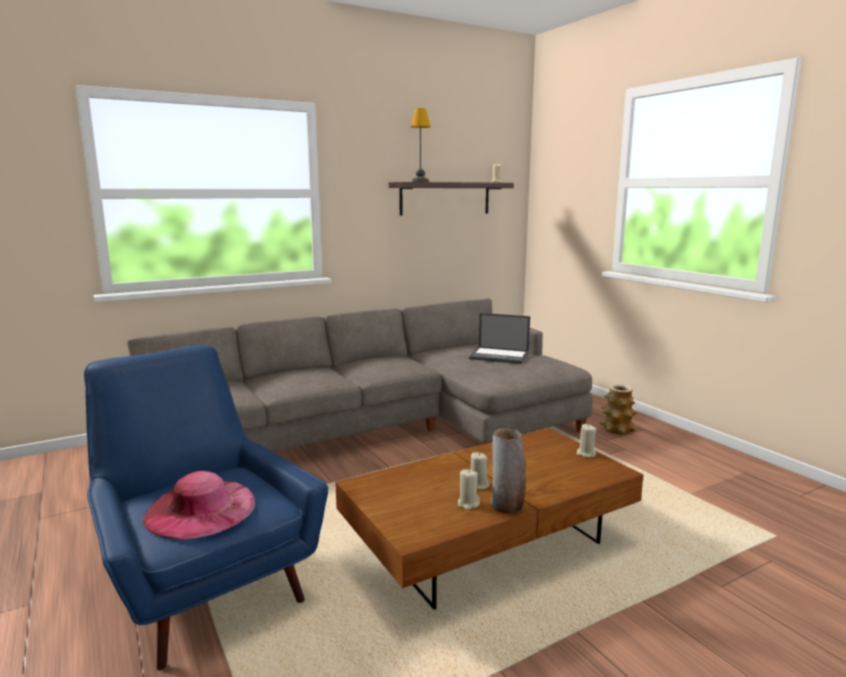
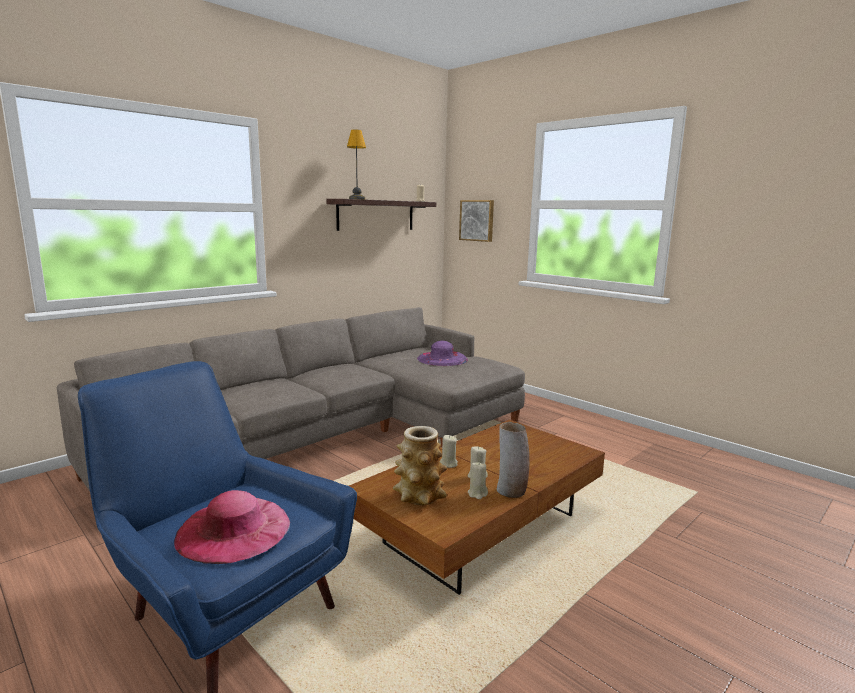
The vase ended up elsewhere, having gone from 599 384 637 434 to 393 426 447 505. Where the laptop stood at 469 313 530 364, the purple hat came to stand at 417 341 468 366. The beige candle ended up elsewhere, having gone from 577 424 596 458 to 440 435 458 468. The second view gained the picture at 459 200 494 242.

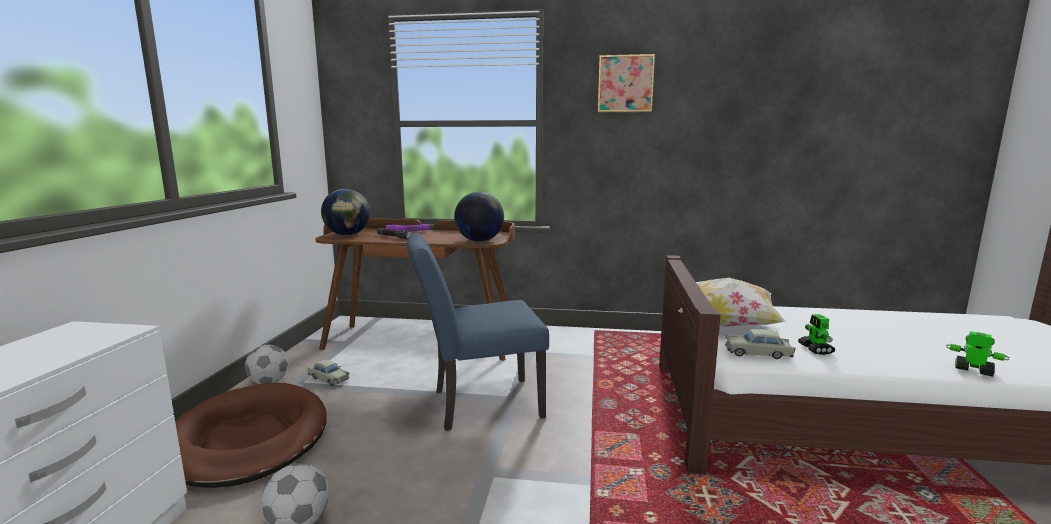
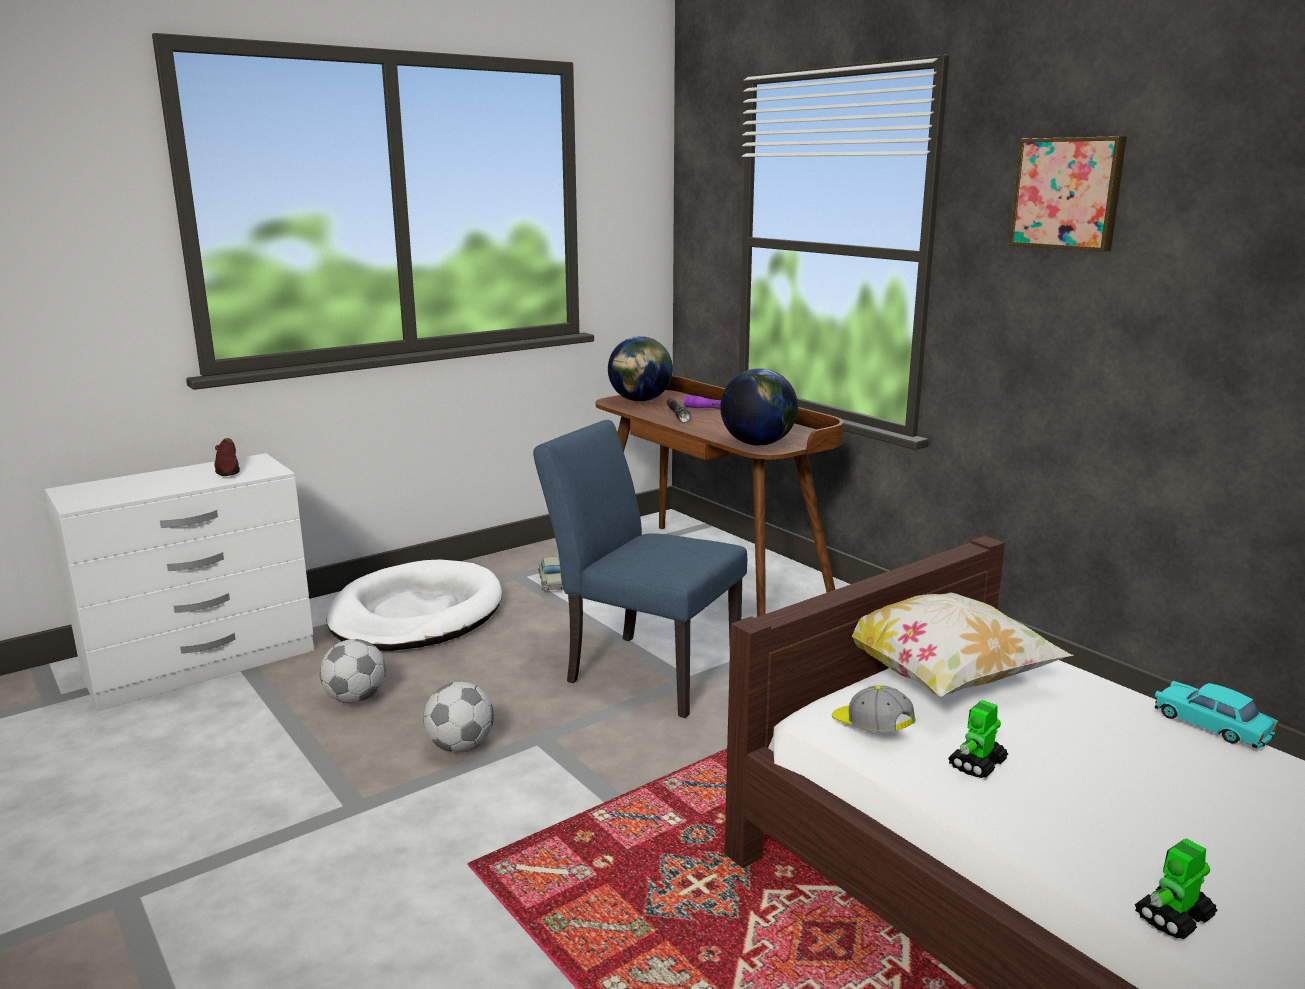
The second view gained the brown shoe at 215 438 240 476. What was the brown dog bed at 175 383 327 488 turned into the white dog bed at 326 559 502 651. The football ended up elsewhere, having gone from 245 345 289 384 to 423 682 494 753. Where the beige toy car stood at 725 329 796 359, the cap came to stand at 832 685 915 733. The toy robot at 946 331 1009 377 ended up facing another way, 120 degrees counterclockwise from before. The second view gained the turquoise toy car at 1155 681 1279 749.

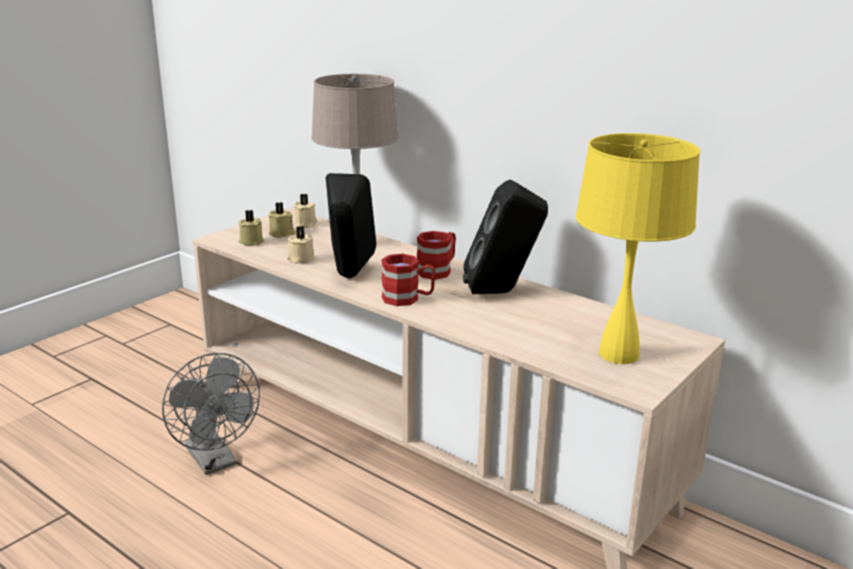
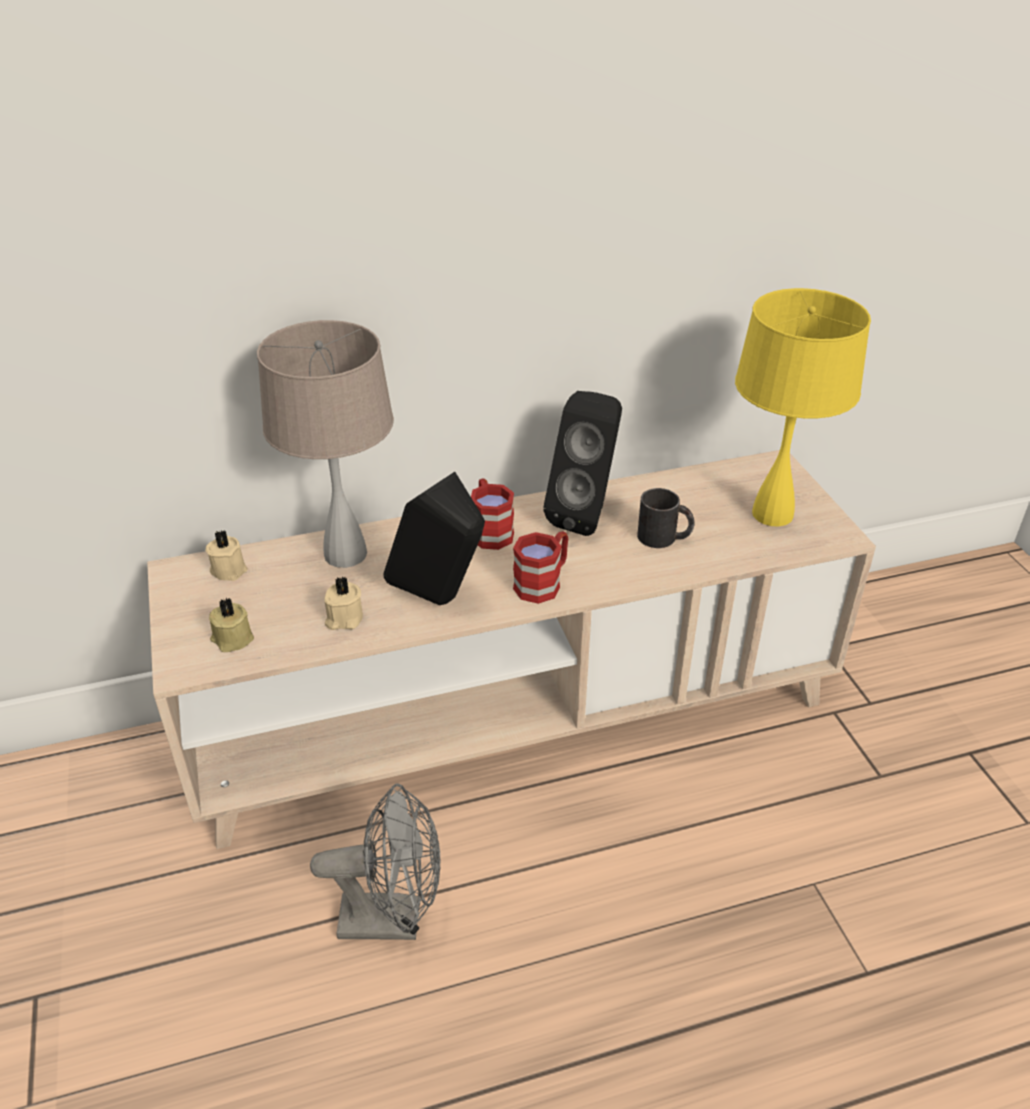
The second view gained the black mug at 637 488 695 548. The second view lost the beige candle at 269 202 295 238.

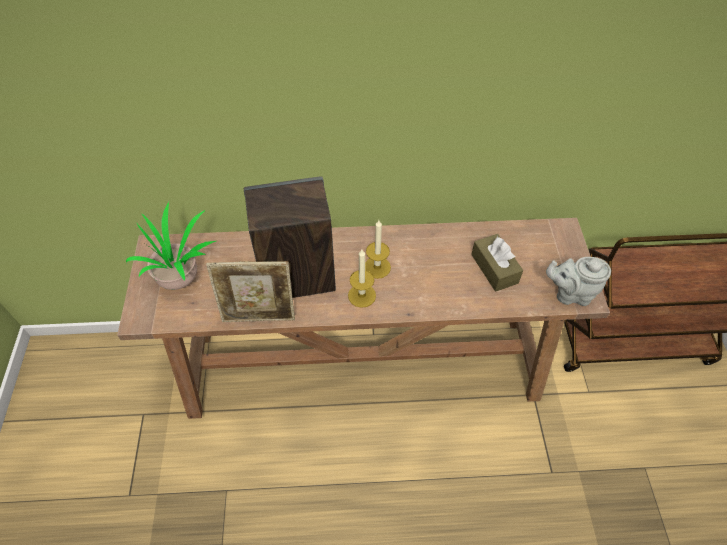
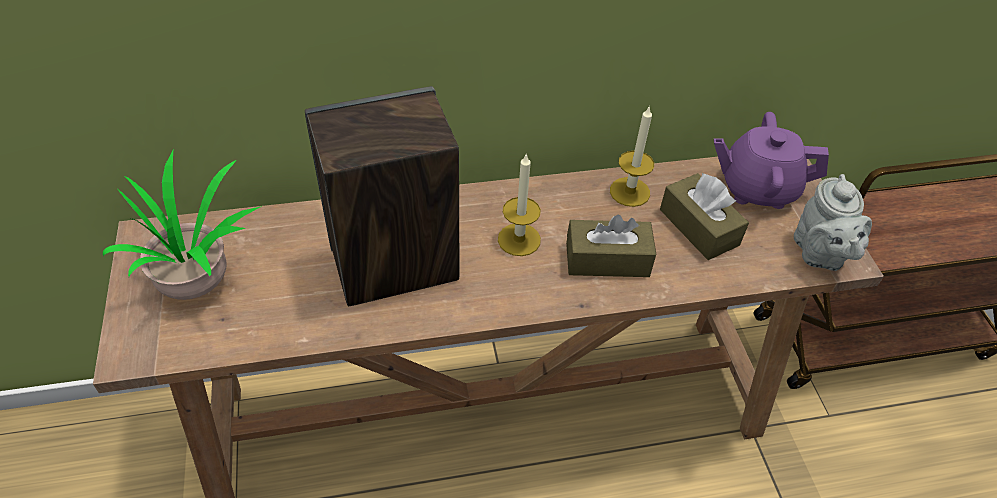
The second view gained the brown tissue box at 566 215 656 277. The candle ended up elsewhere, having gone from 348 250 376 308 to 610 105 654 207. The second view gained the purple teapot at 714 112 829 209. The grey teapot at 546 257 611 306 ended up facing another way, 90 degrees counterclockwise from before. The second view lost the picture frame at 206 261 295 322.

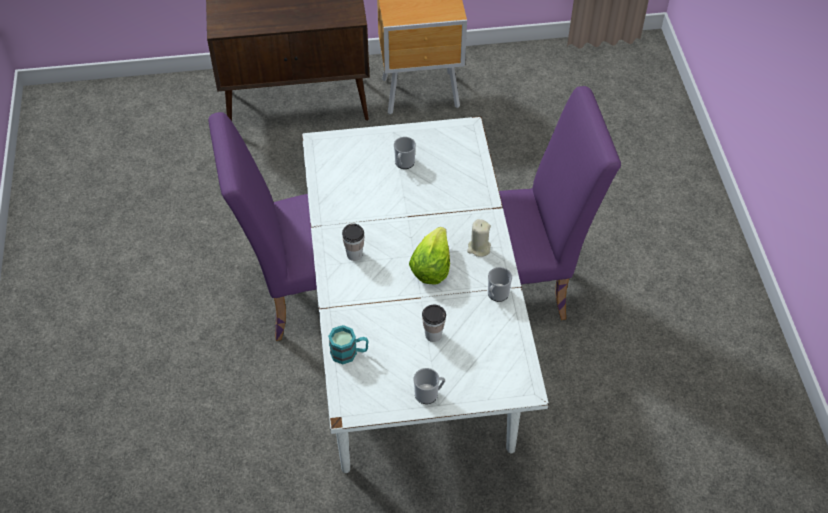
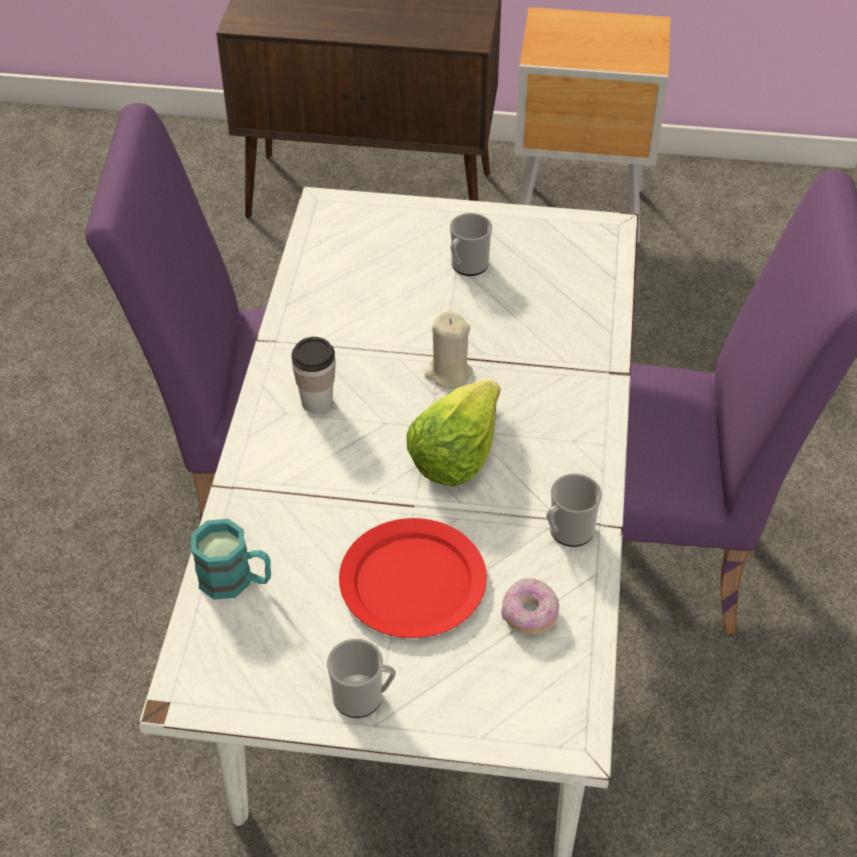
Where the cup stood at 422 304 446 342, the red plate came to stand at 339 518 487 638. The beige candle ended up elsewhere, having gone from 467 219 491 257 to 425 311 473 389. The second view gained the donut at 501 578 560 635.

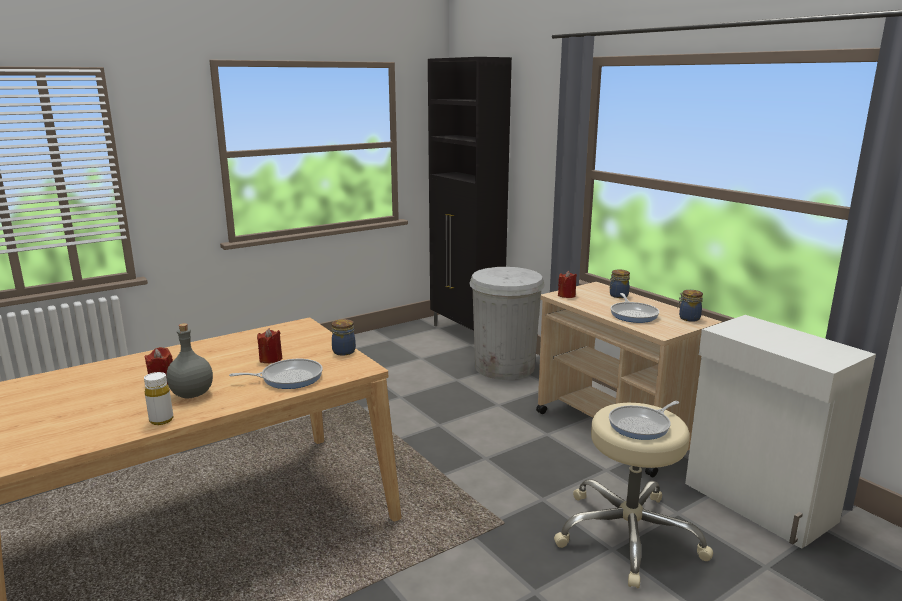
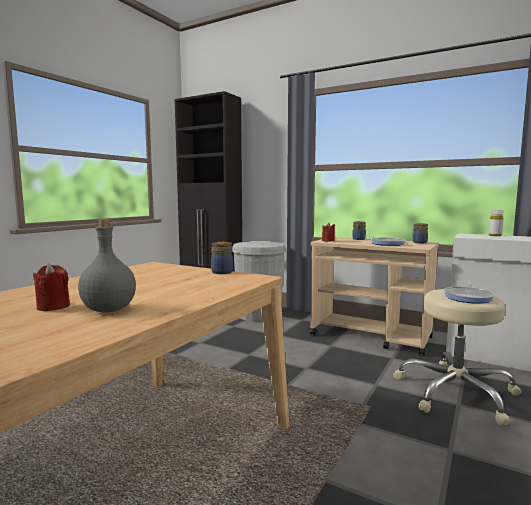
The white bottle ended up elsewhere, having gone from 144 372 173 425 to 489 210 504 236. The second view lost the frying pan at 229 359 323 389. The second view lost the red candle at 257 328 282 363.

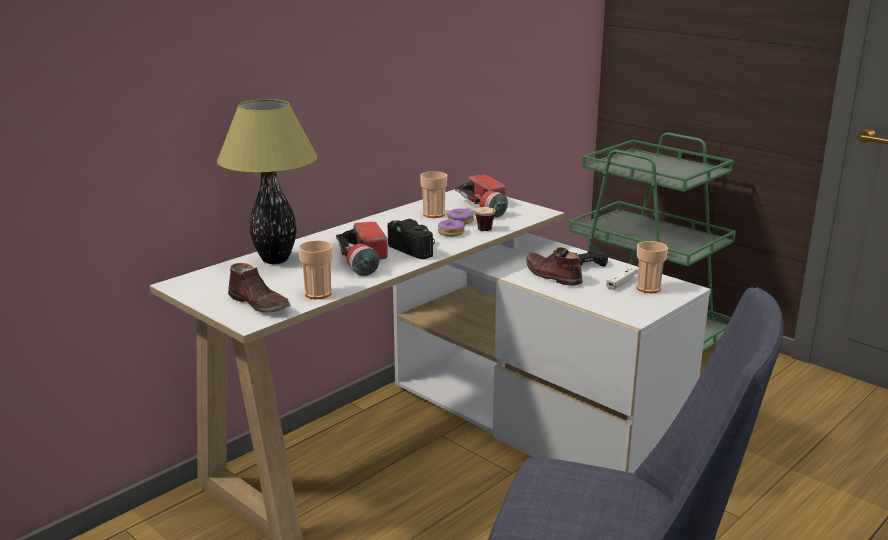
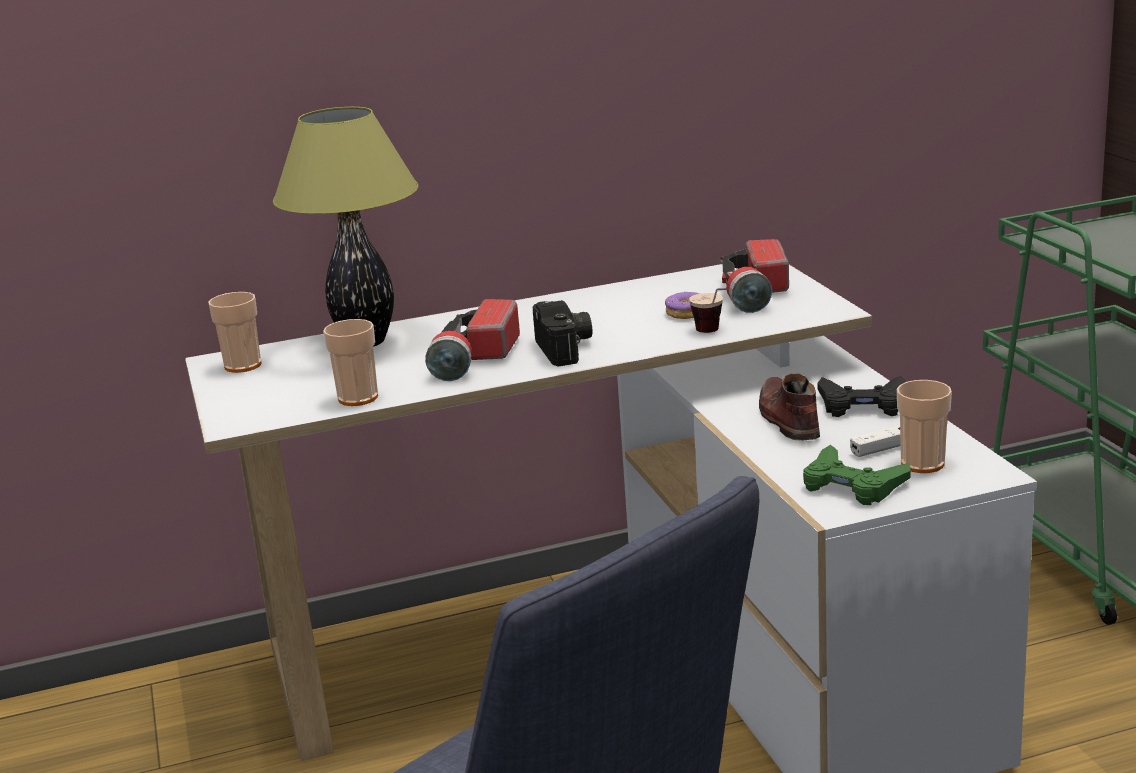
The cup ended up elsewhere, having gone from 420 171 447 218 to 208 292 262 373. The second view gained the green game controller at 803 445 911 505. The second view lost the brown shoe at 228 263 290 313. The second view lost the donut at 438 219 465 237.

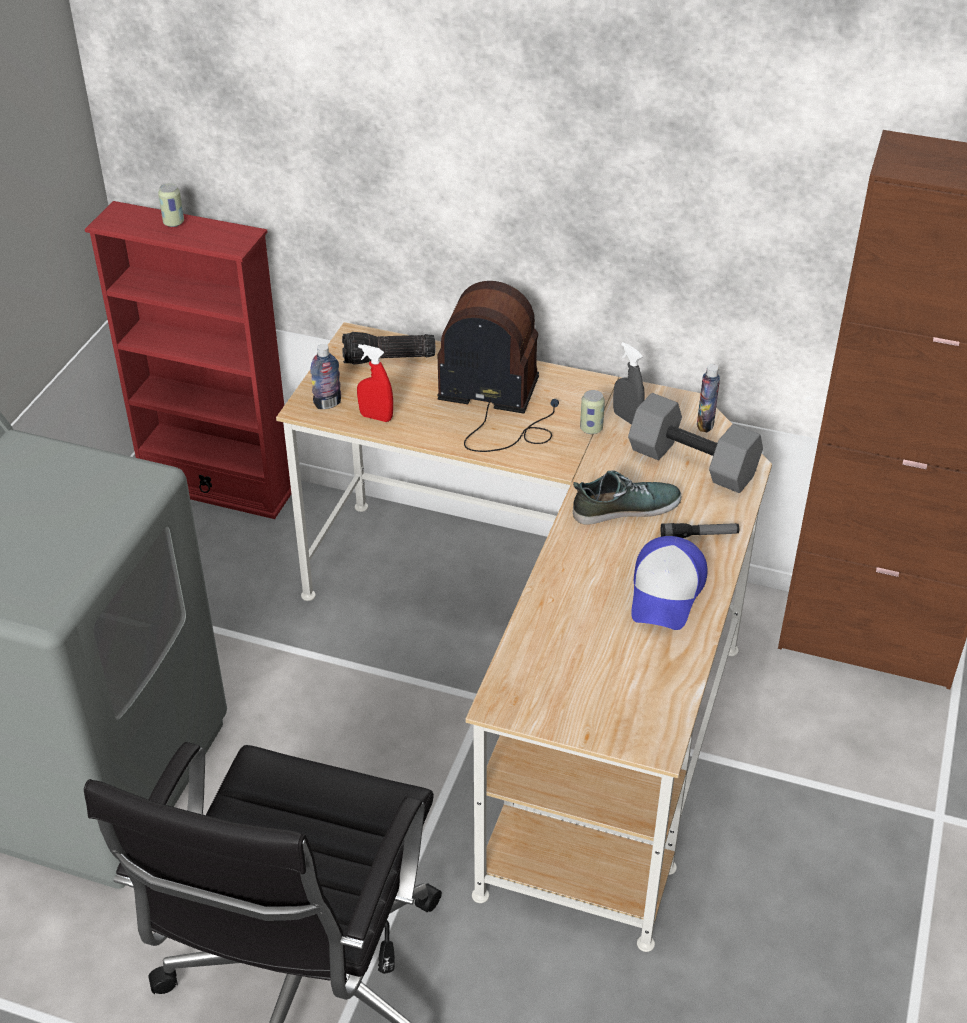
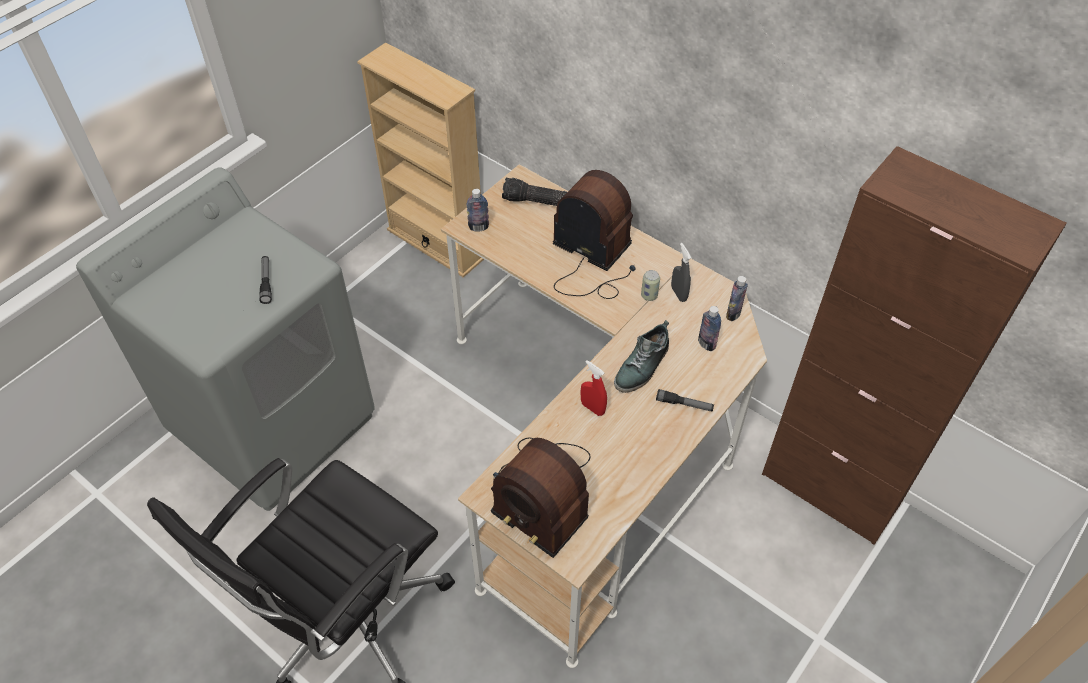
The second view gained the flashlight at 259 256 272 304. What was the red bookcase at 85 201 291 519 turned into the beige bookcase at 357 42 484 278. The second view gained the radio at 491 438 591 558. The red spray bottle ended up elsewhere, having gone from 357 344 393 422 to 580 360 607 416. The shoe at 573 470 682 524 ended up facing another way, 120 degrees clockwise from before. Where the grey dumbbell stood at 628 393 763 493, the bottle came to stand at 698 306 721 351. The second view lost the can at 158 183 184 227. The second view lost the cap at 631 536 708 630.

